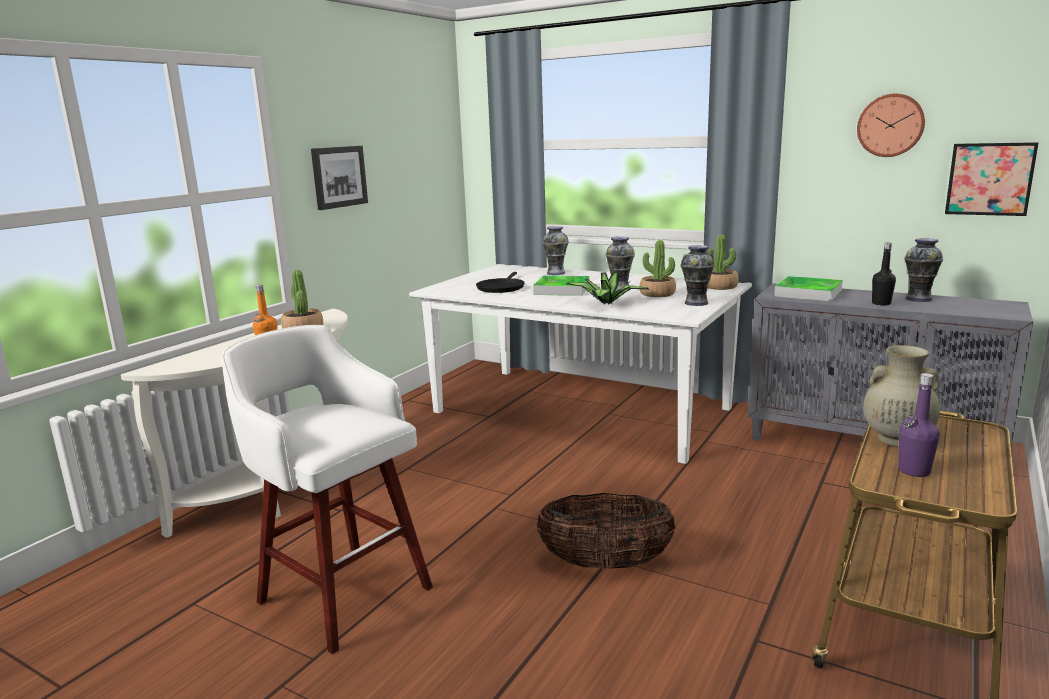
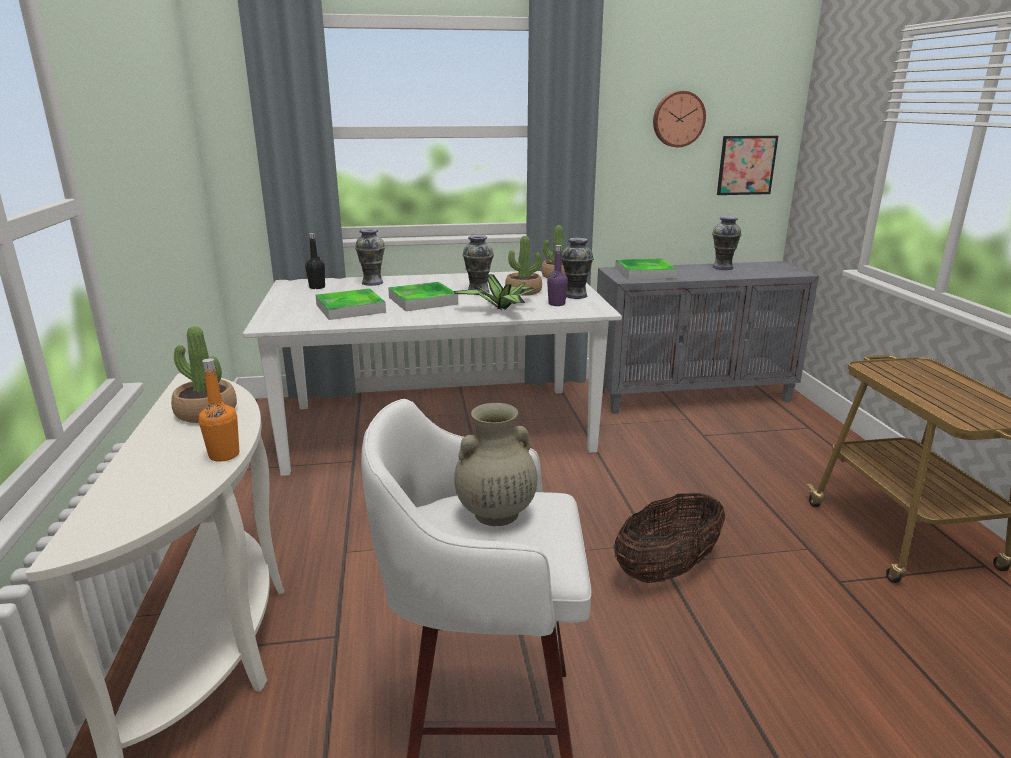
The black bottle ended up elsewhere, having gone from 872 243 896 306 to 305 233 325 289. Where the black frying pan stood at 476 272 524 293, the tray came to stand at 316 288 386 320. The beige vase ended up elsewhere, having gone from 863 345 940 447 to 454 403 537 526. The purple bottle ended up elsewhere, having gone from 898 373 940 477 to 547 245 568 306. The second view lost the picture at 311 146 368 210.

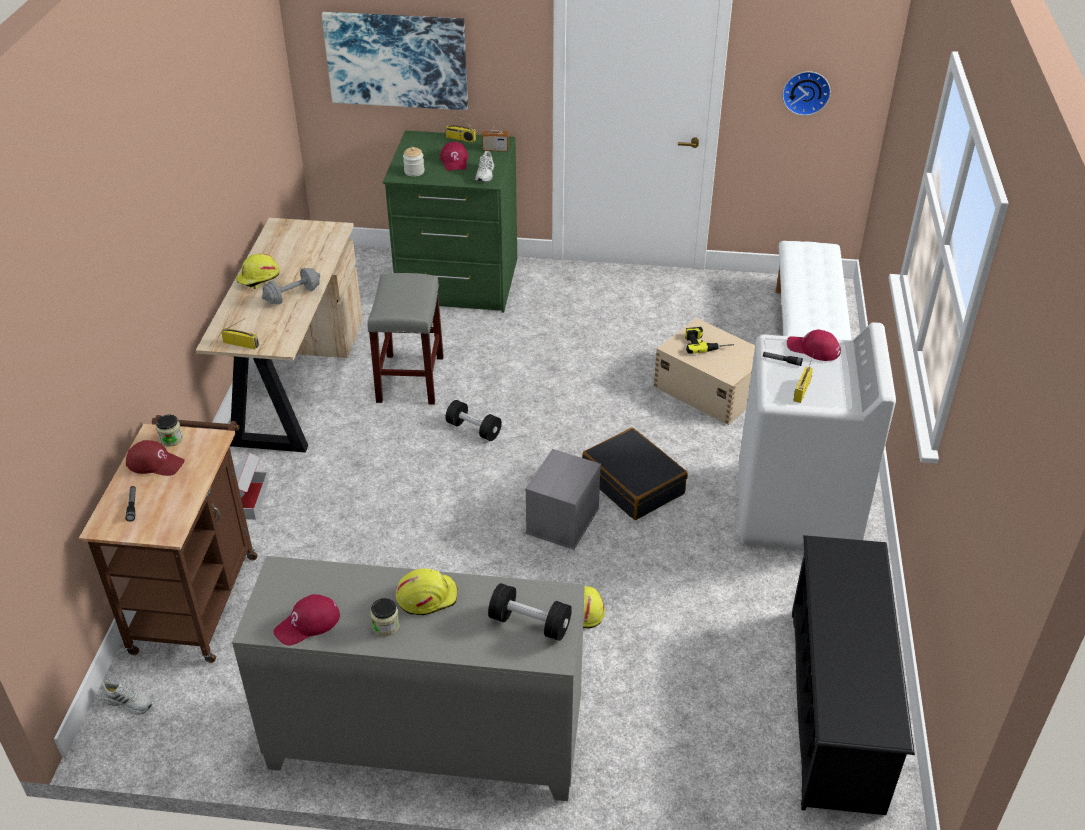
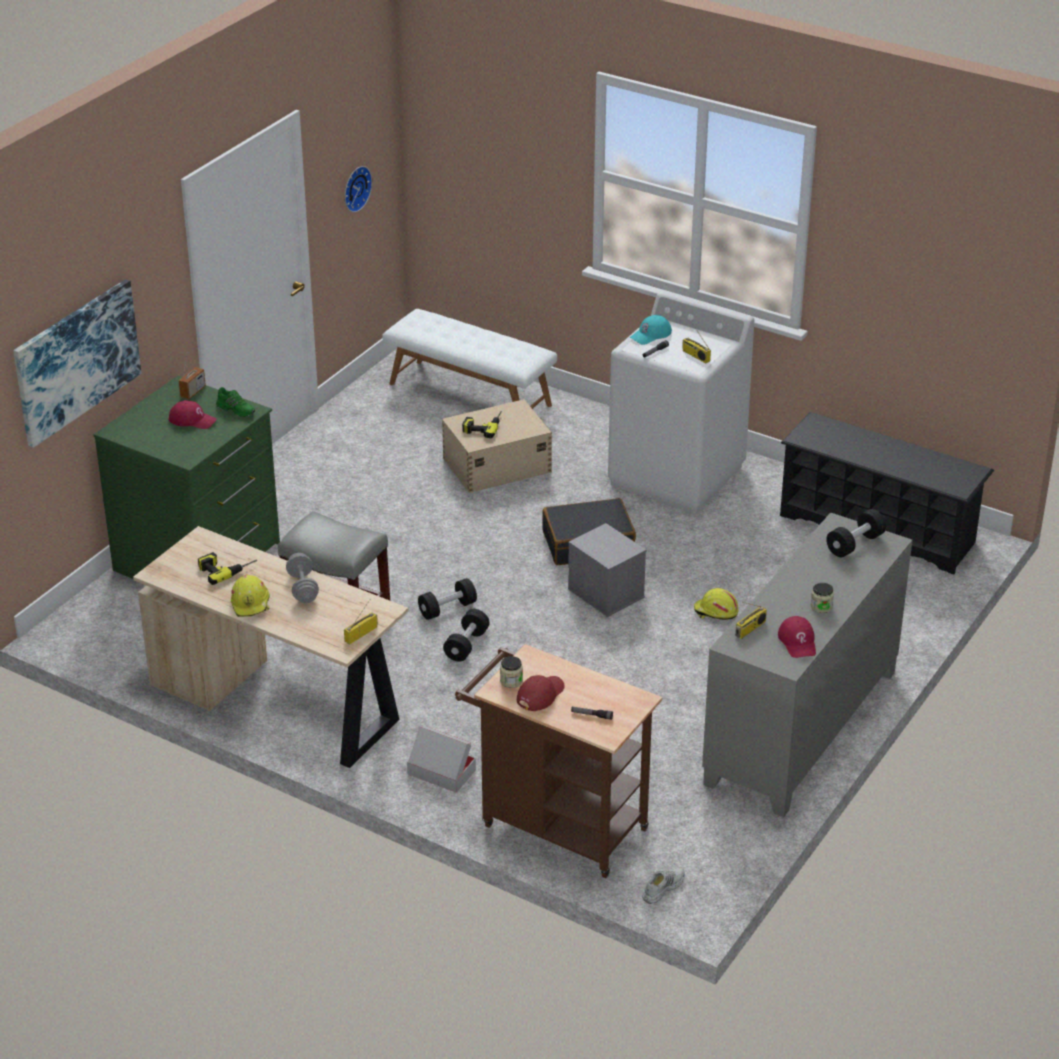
The second view gained the power drill at 198 552 257 585. What was the white shoe at 475 151 494 182 turned into the green shoe at 216 387 255 417. The second view gained the black dumbbell at 443 609 490 662. What was the red cap at 787 330 841 361 turned into the turquoise cap at 630 315 672 345. The radio ended up elsewhere, having gone from 445 109 476 143 to 735 602 767 639. The second view lost the yellow hard hat at 396 569 458 615. The second view lost the jar at 403 147 424 177.

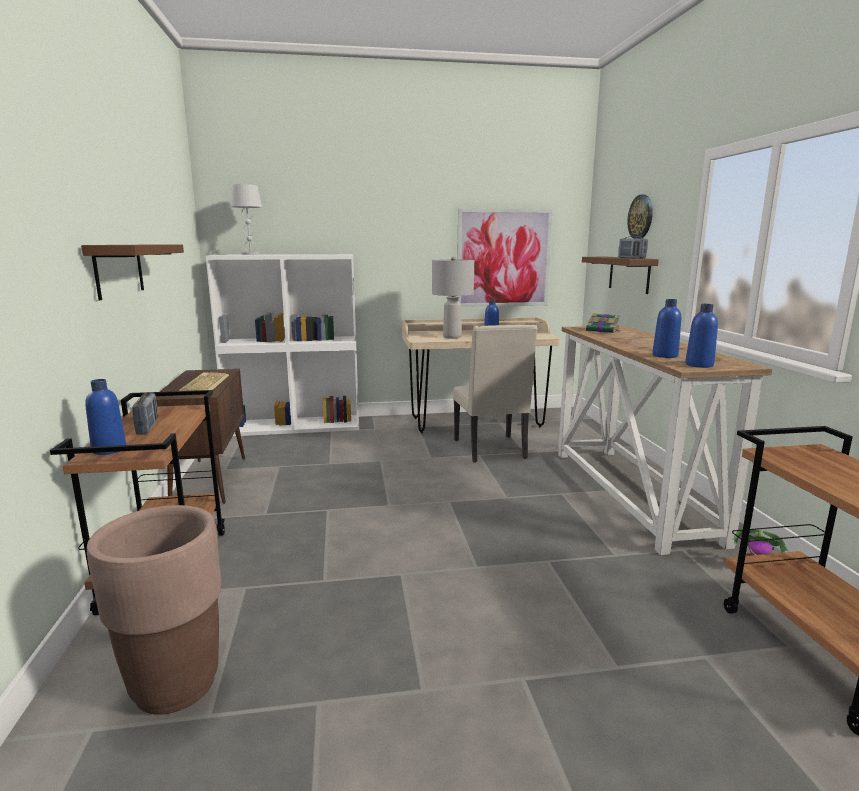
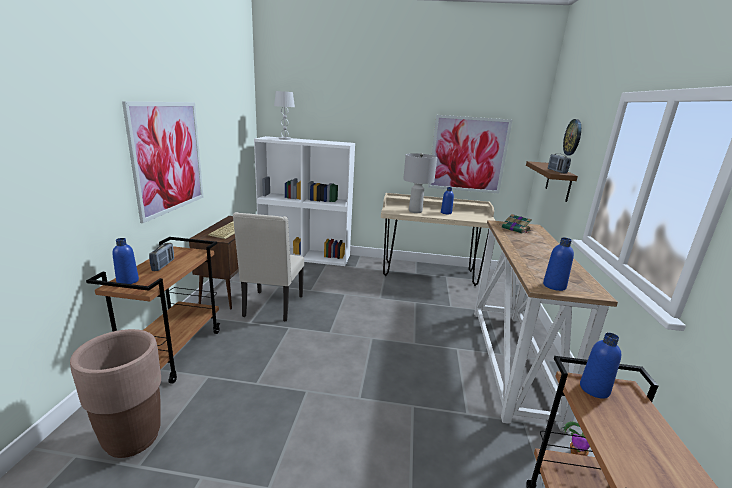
Where the brown shelf hung at 81 245 184 300, the picture came to hang at 122 101 204 223. The beige chair ended up elsewhere, having gone from 453 324 538 463 to 233 212 304 321. The blue bottle ended up elsewhere, having gone from 652 299 681 358 to 580 333 621 399.

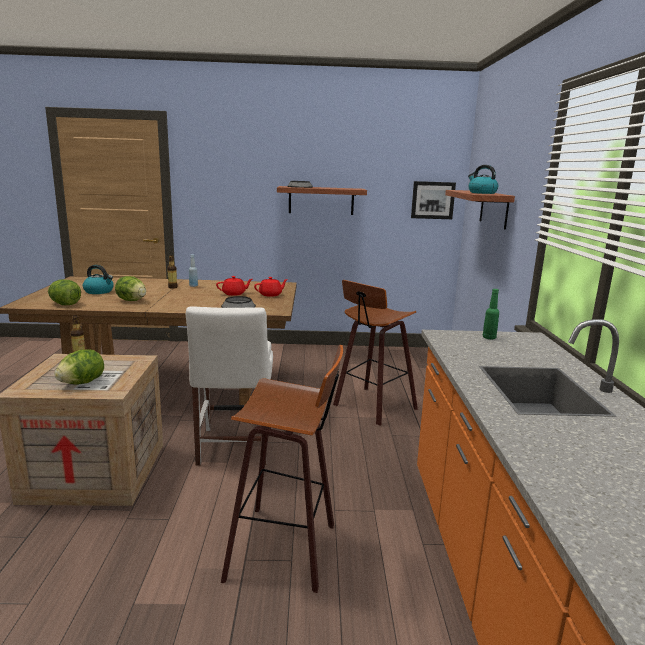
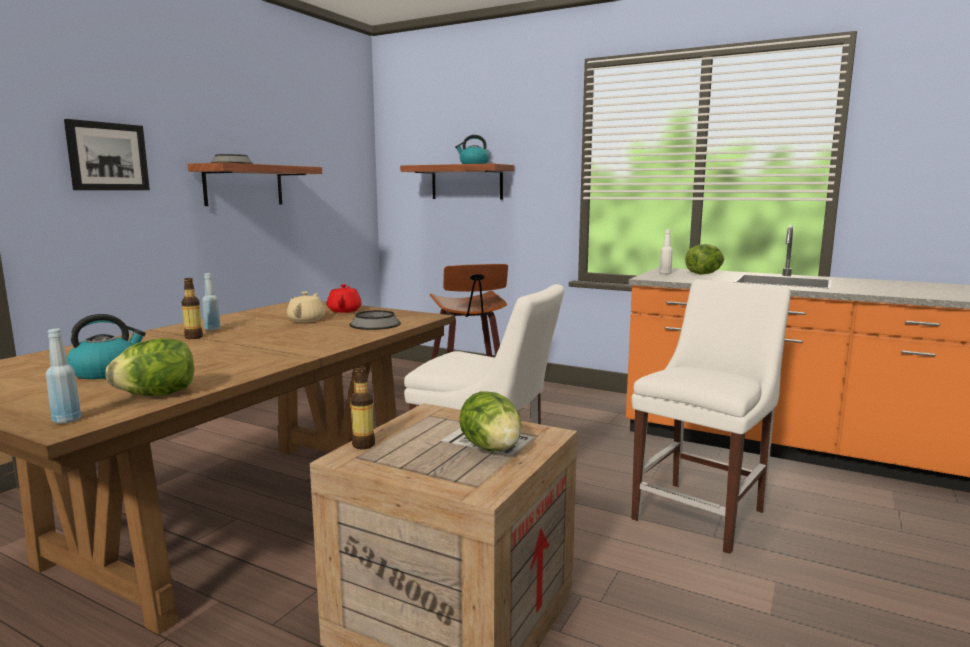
The second view gained the blue bottle at 46 329 81 424. The picture ended up elsewhere, having gone from 411 181 456 219 to 64 119 150 190. What was the red teapot at 216 276 252 296 turned into the beige teapot at 287 292 325 322. Where the stool stood at 221 345 343 593, the white chair came to stand at 631 279 791 554. What was the green bottle at 483 289 499 339 turned into the white bottle at 659 229 673 274. The lettuce ended up elsewhere, having gone from 115 276 146 301 to 685 244 724 275.

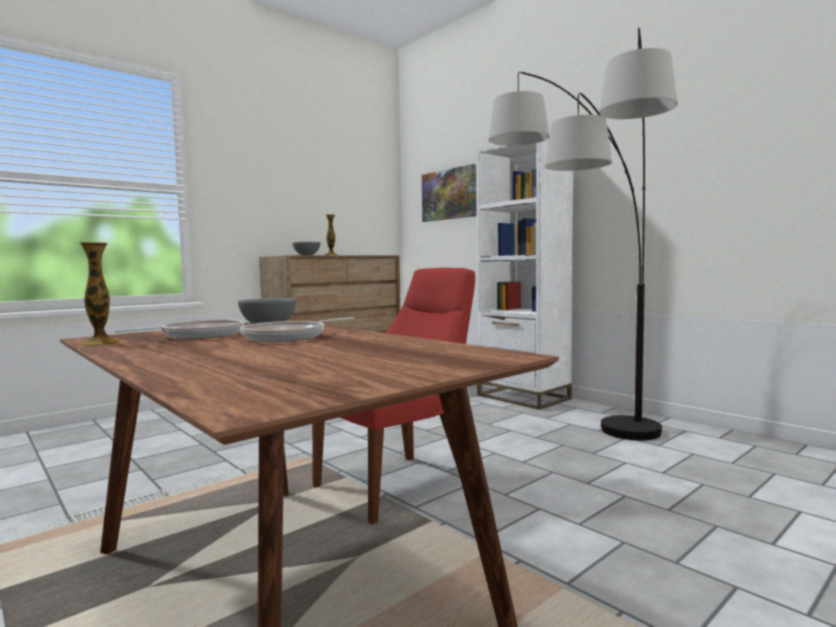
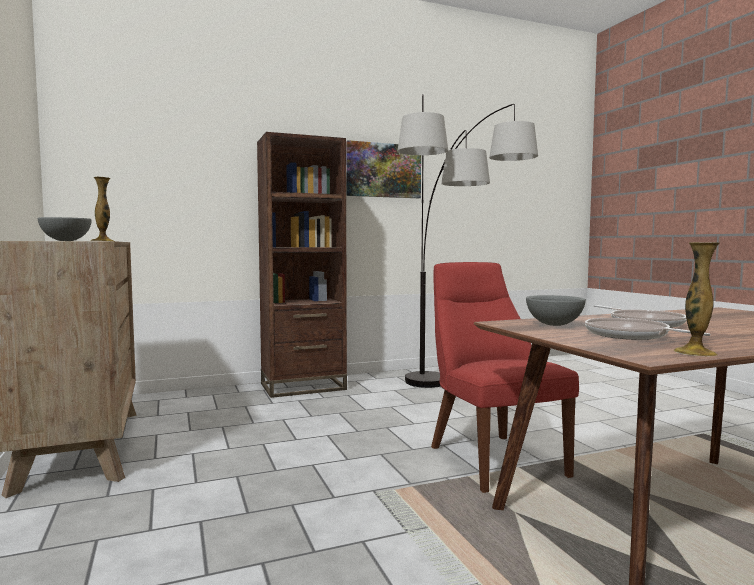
What was the white bookcase at 476 138 573 410 turned into the brown bookcase at 257 132 347 398. The picture ended up elsewhere, having gone from 422 164 477 222 to 346 140 421 198.

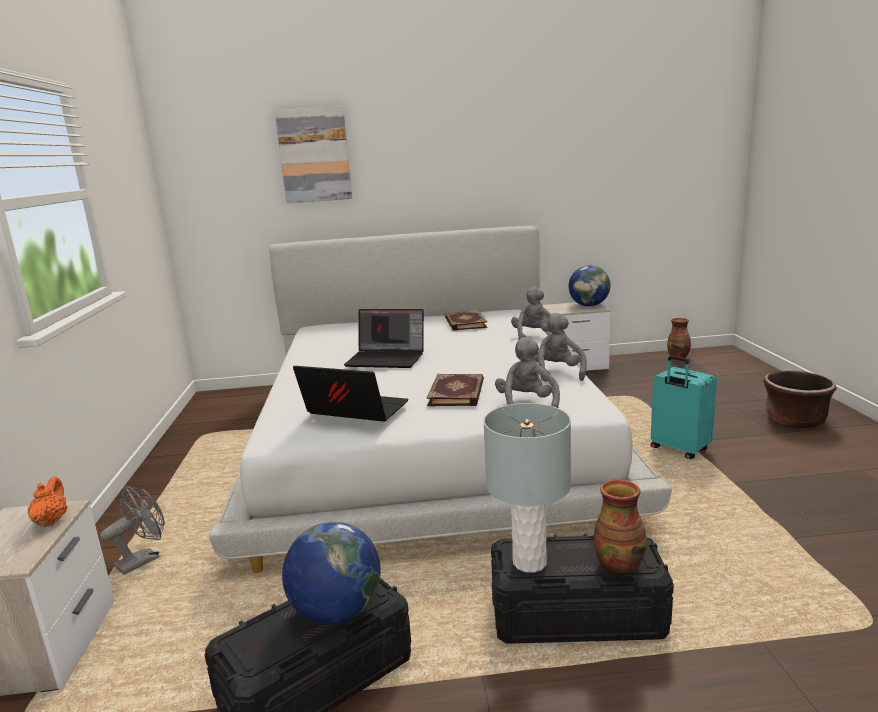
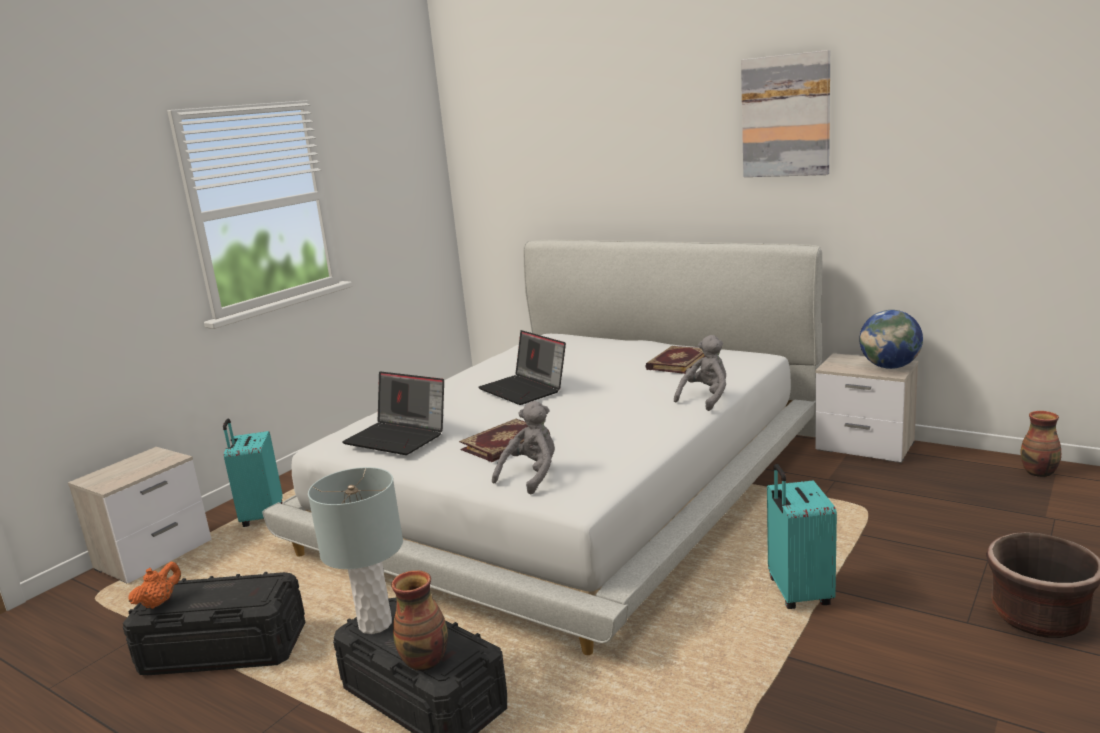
The orange teapot ended up elsewhere, having gone from 28 477 68 527 to 128 562 181 609. Where the grey fan stood at 100 486 165 575, the turquoise suitcase came to stand at 223 419 283 527. The laptop at 293 366 409 422 ended up facing another way, 150 degrees clockwise from before. The picture ended up elsewhere, having gone from 275 106 352 203 to 741 50 830 177. The second view lost the globe at 282 522 381 624. The second view lost the grey plush toy at 533 313 587 382.

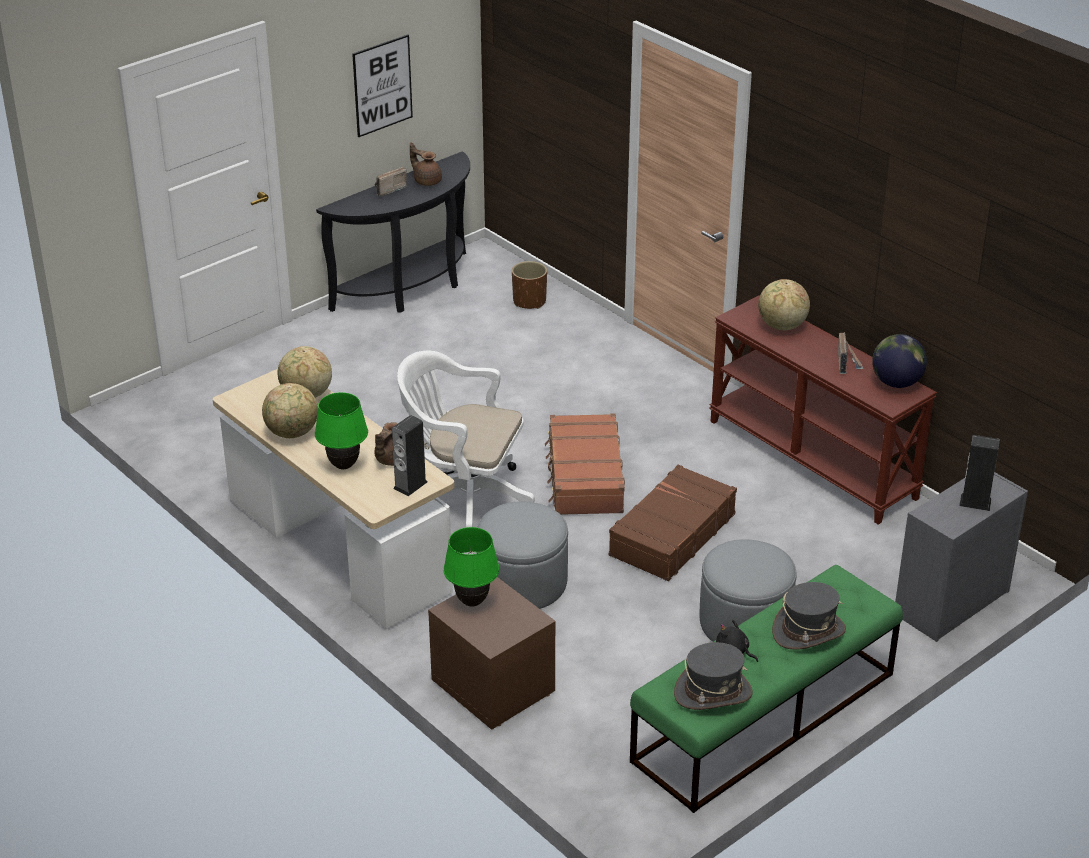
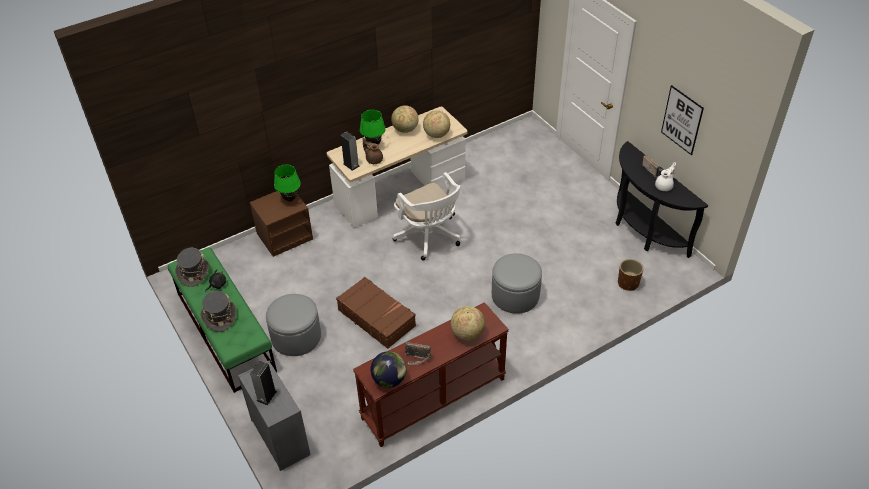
The white office chair at 397 351 535 527 ended up facing another way, 120 degrees clockwise from before. The grey ottoman ended up elsewhere, having gone from 476 501 568 609 to 492 253 542 314. What was the brown teapot at 410 142 442 186 turned into the white teapot at 655 162 676 191. The second view lost the brown suitcase at 545 413 625 515.

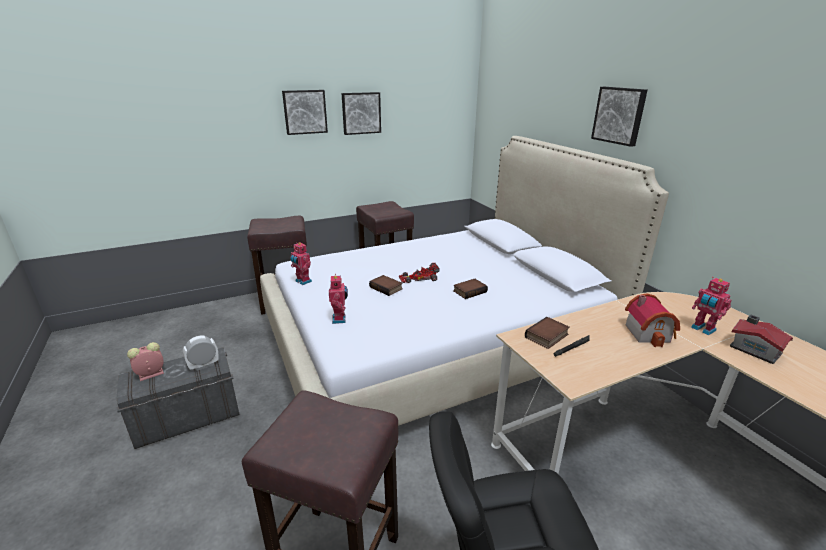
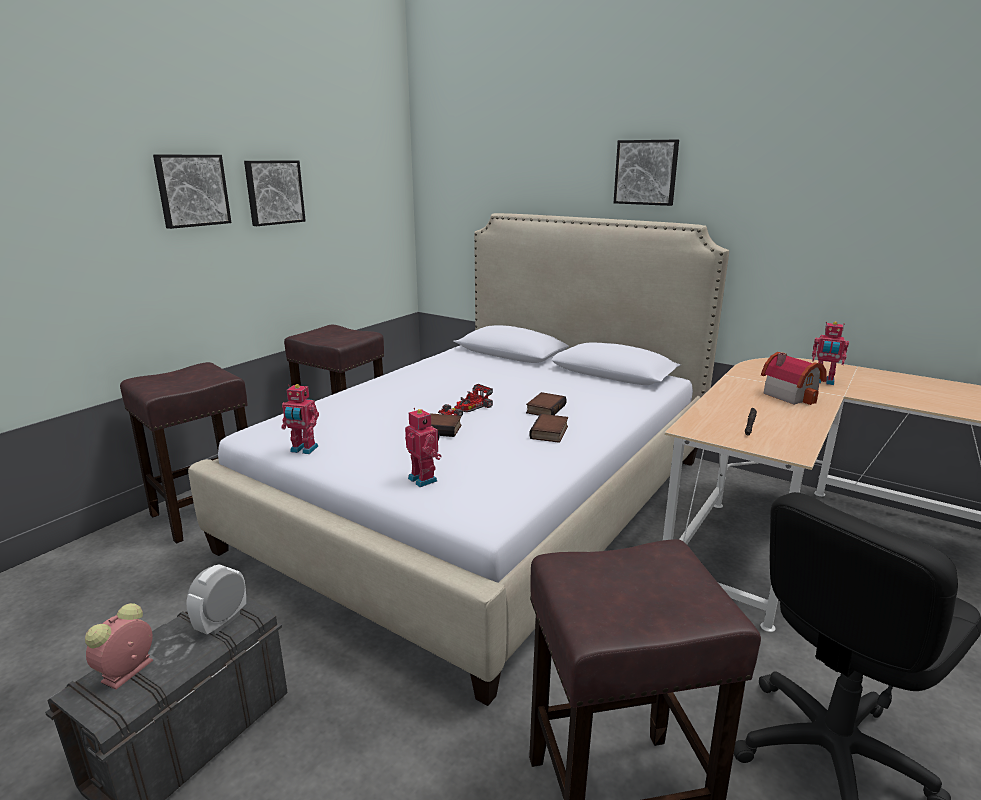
The book ended up elsewhere, having gone from 525 317 570 349 to 529 414 568 443. The second view lost the toy house at 730 315 793 364.

